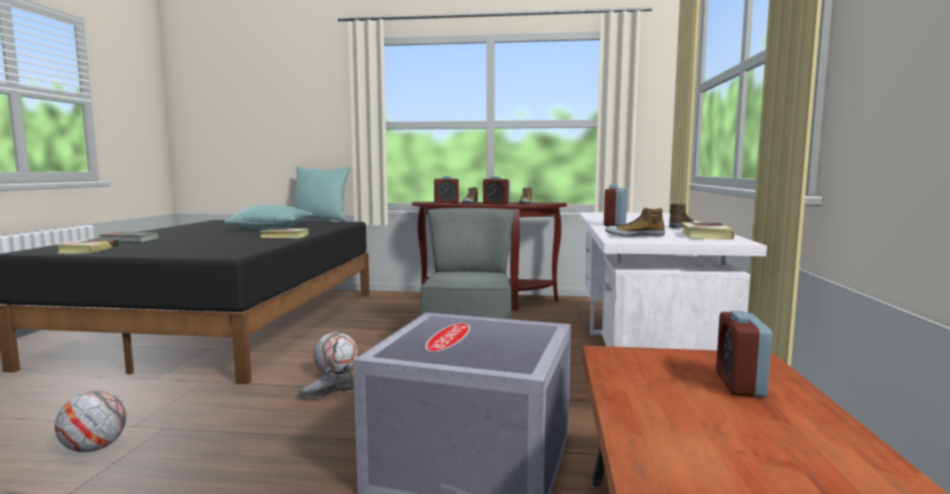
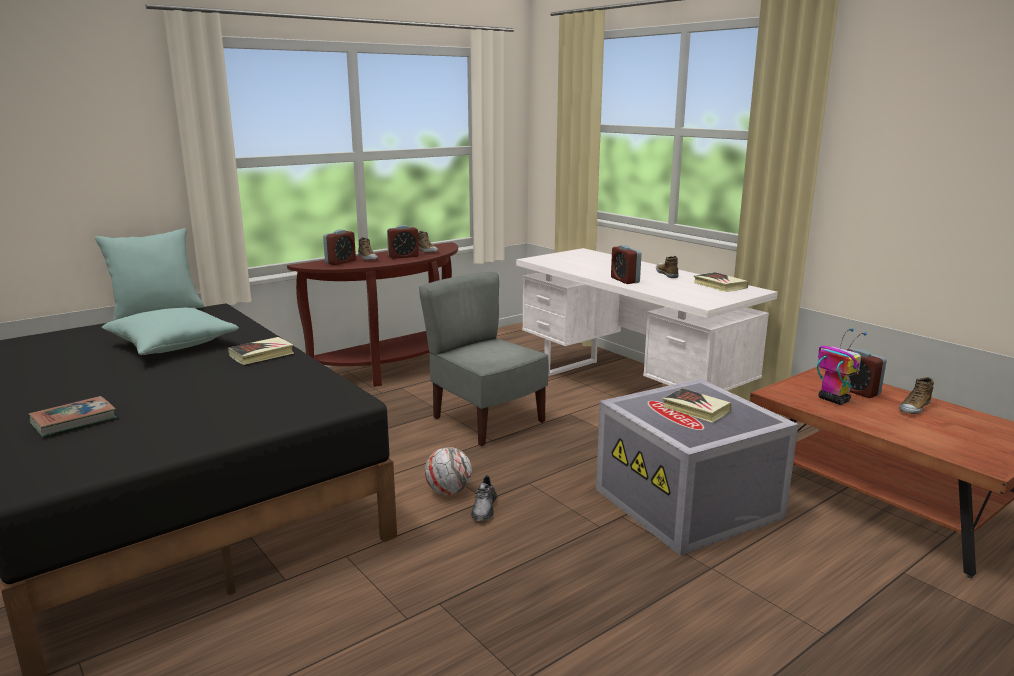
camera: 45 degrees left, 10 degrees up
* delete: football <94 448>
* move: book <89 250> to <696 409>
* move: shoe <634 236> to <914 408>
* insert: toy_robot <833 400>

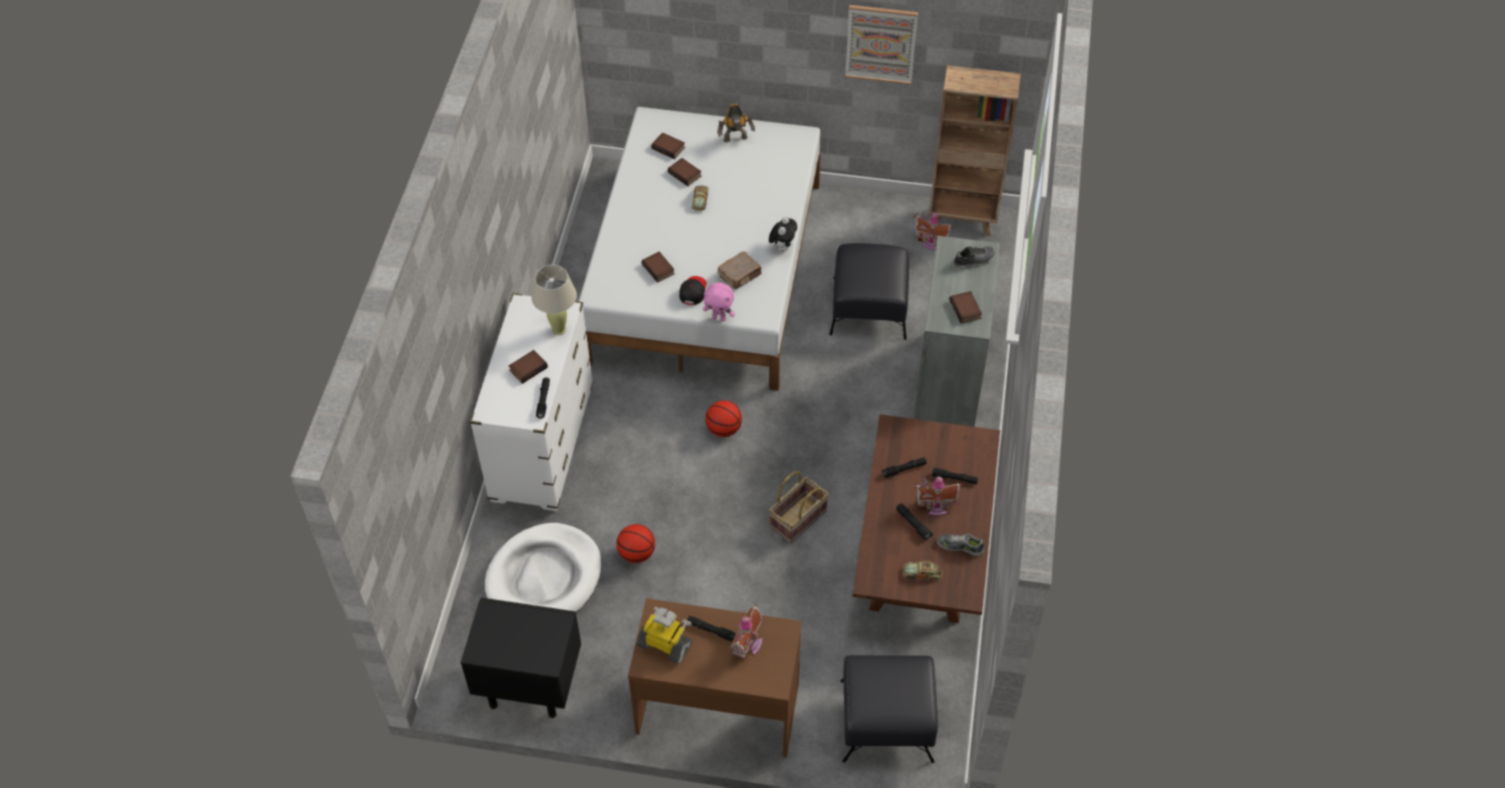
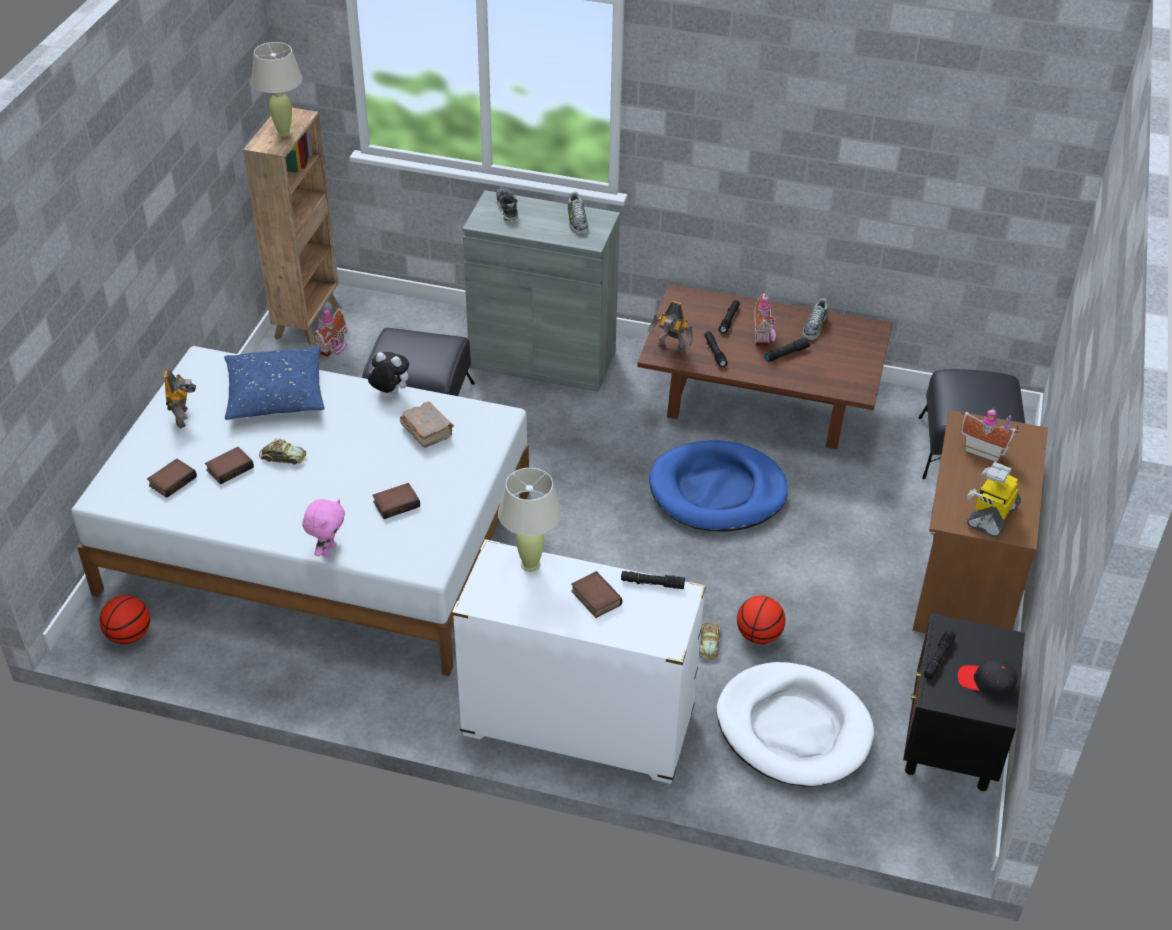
camera: 85 degrees left, 10 degrees down
* move: black_cap <693 292> to <986 682>
* move: black_flashlight <710 630> to <938 659>
* move: pink_plush_toy <719 318> to <328 550>
* move: basketball <723 429> to <129 635>
* replace: basket <798 519> to blue_dog_bed <717 491>
* delete: picture <881 44>
* move: toy_car <922 573> to <709 643>
* replace: book <966 310> to shoe <576 221>
* insert: blue_pillow <275 394>
* insert: beige_table_lamp <283 132>
* insert: toy_robot <671 349>

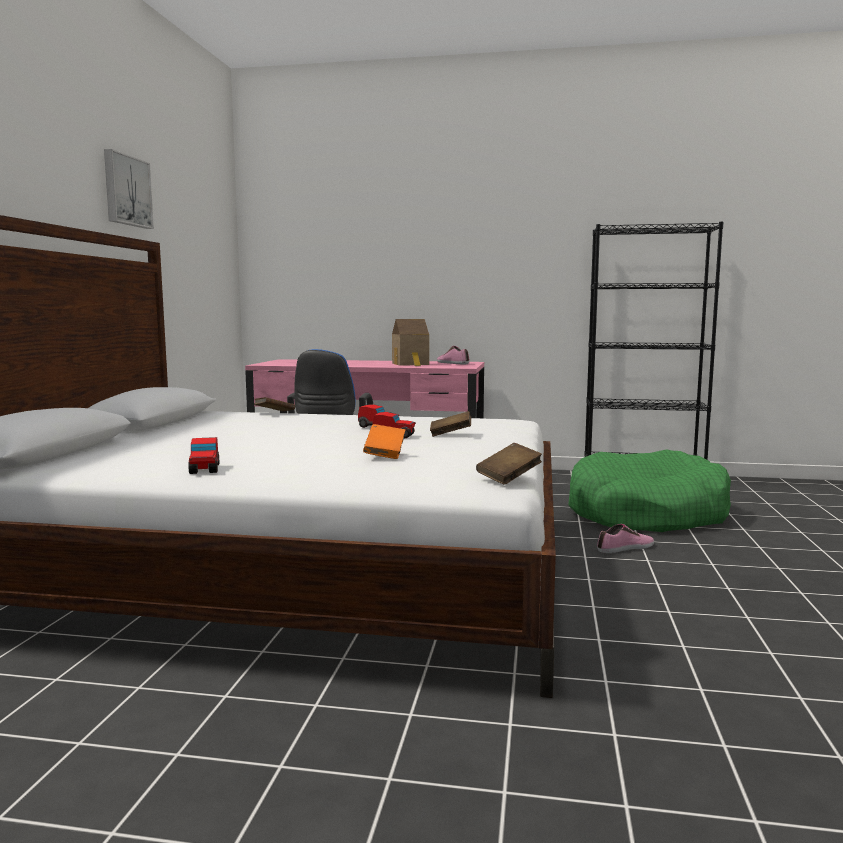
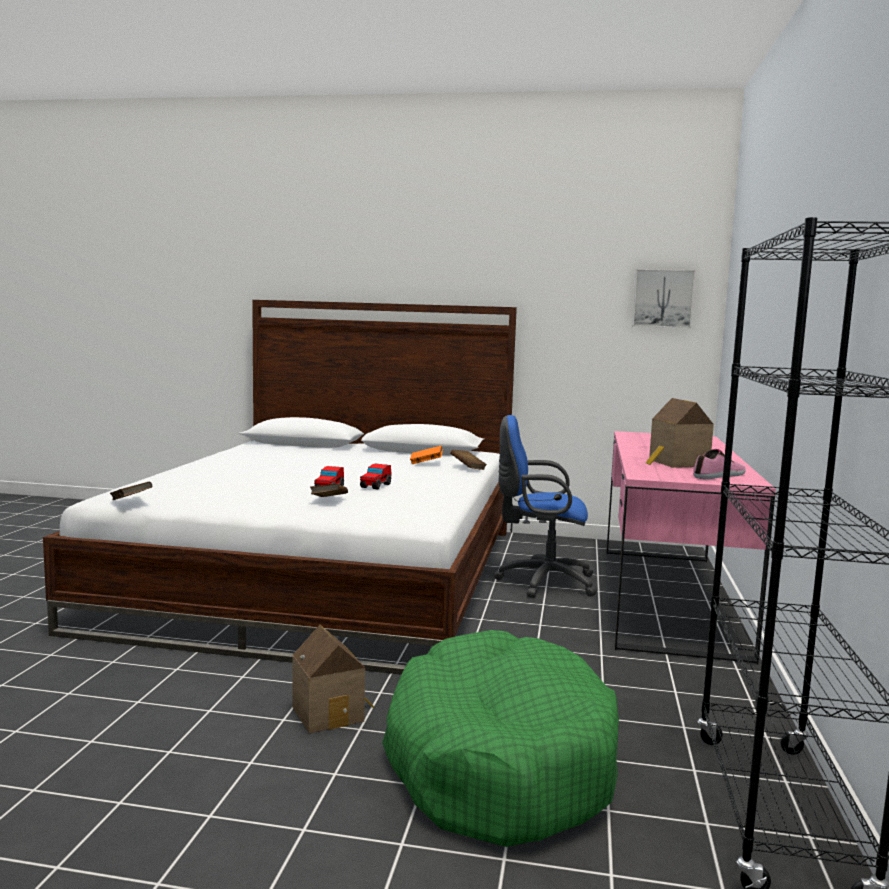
camera: 90 degrees right, 0 degrees up
* move: picture <126 191> to <663 298>
* delete: toy_car <204 469>
* move: orange_book <385 454> to <426 463>
* replace: shoe <626 548> to toy_house <331 713>

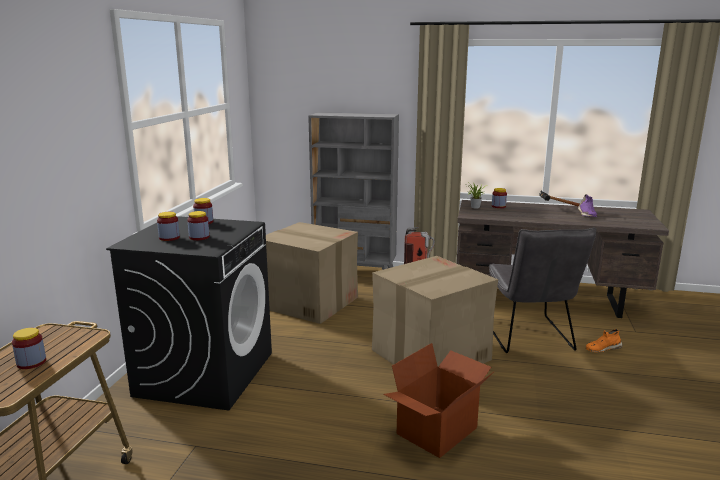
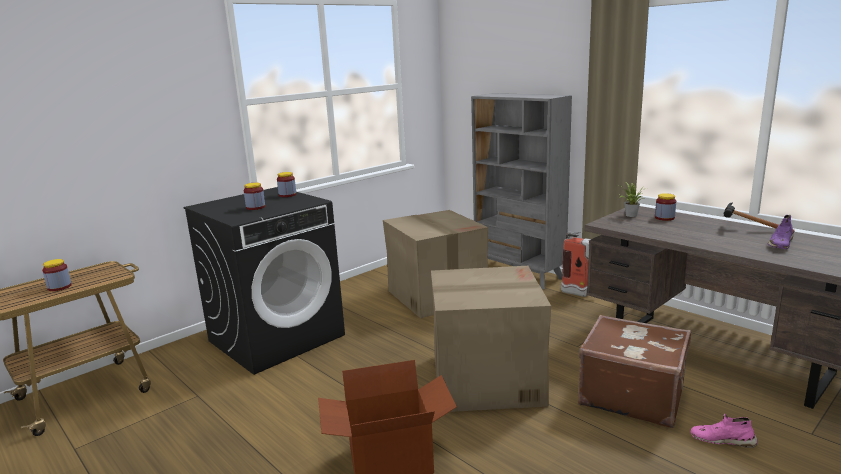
camera: 35 degrees right, 0 degrees up
* delete: jar <169 238>
* replace: grey_chair <529 337> to brown_suitcase <631 395>
* recolor: orange_shoe <602 348> to pink_shoe <722 440>

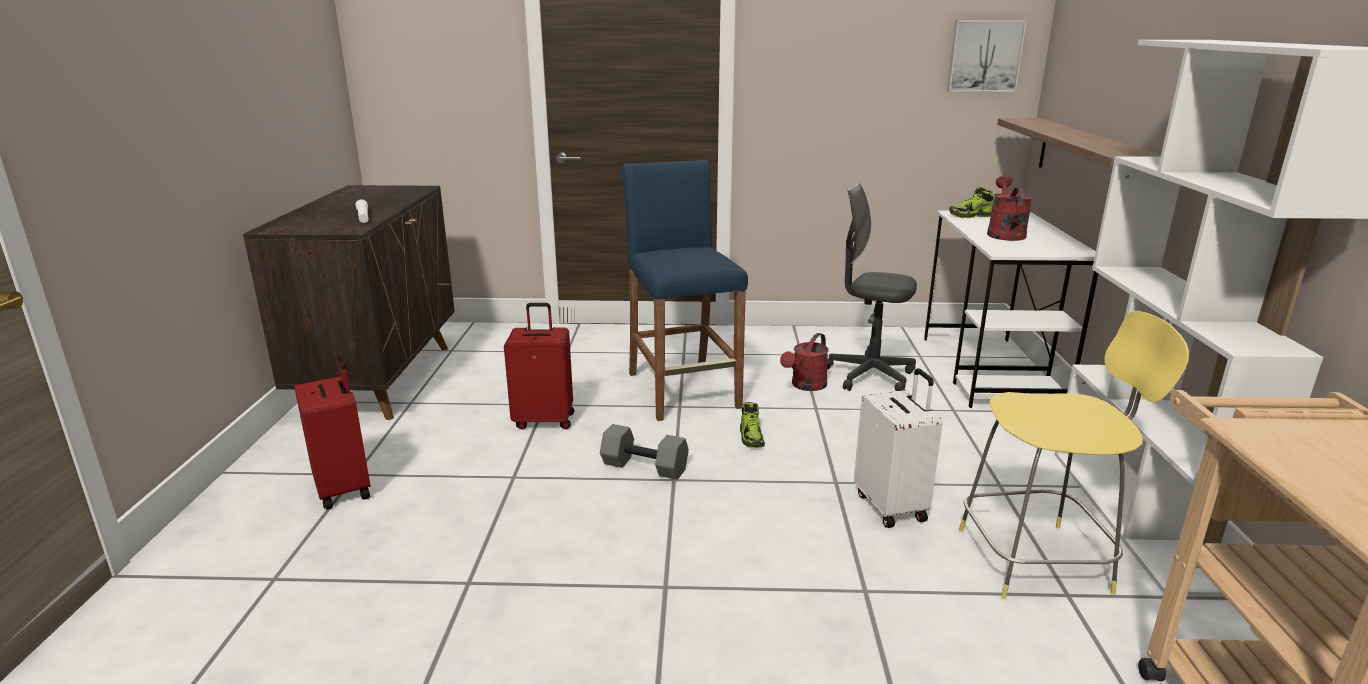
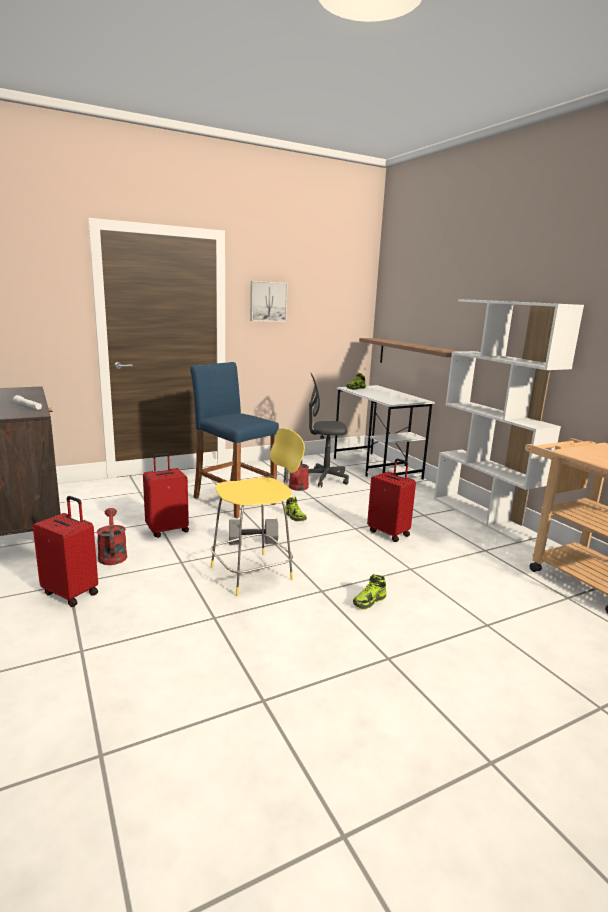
camera: 30 degrees left, 5 degrees down
* recolor: white_suitcase <892 506> to red_suitcase <389 533>
* move: picture <984 56> to <267 301>
* move: yellow_stool <1038 560> to <254 572>
* move: red_watering_can <1004 233> to <112 555>
* insert: shoe <369 601>

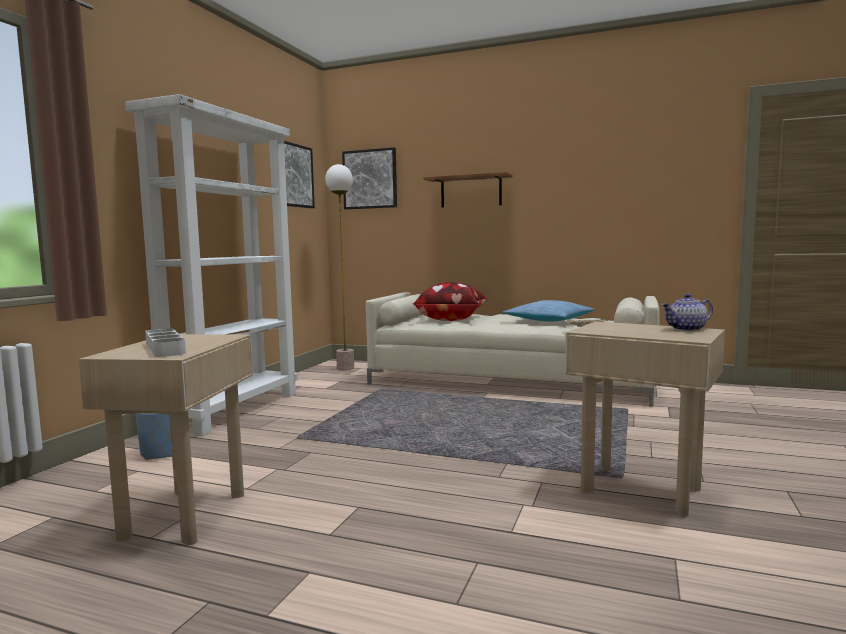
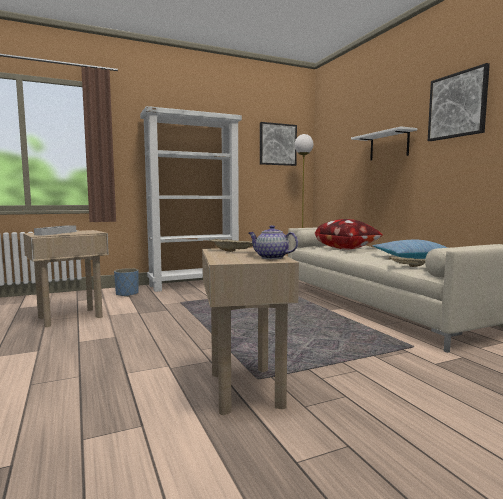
camera: 45 degrees right, 0 degrees up
* move: picture <370 179> to <457 105>
* recolor: brown_shelf <471 191> to white_shelf <389 146>
* insert: beige_tray <236 251>

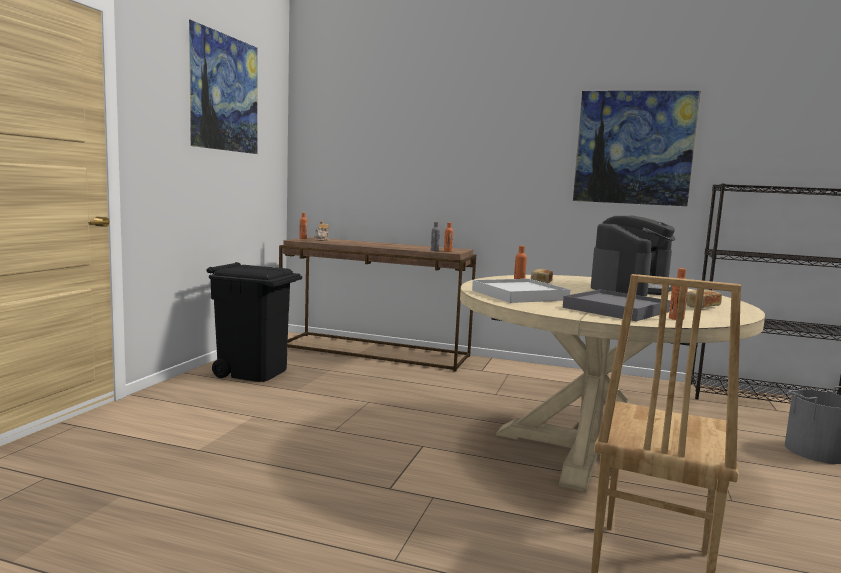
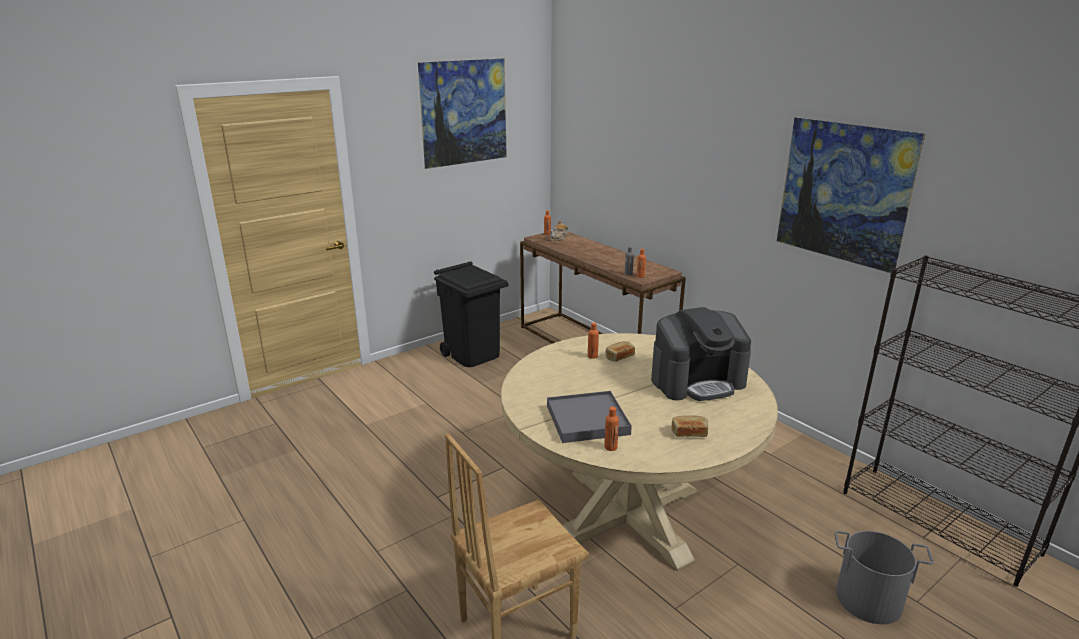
camera: 35 degrees right, 15 degrees up
* delete: white_tray <519 295>

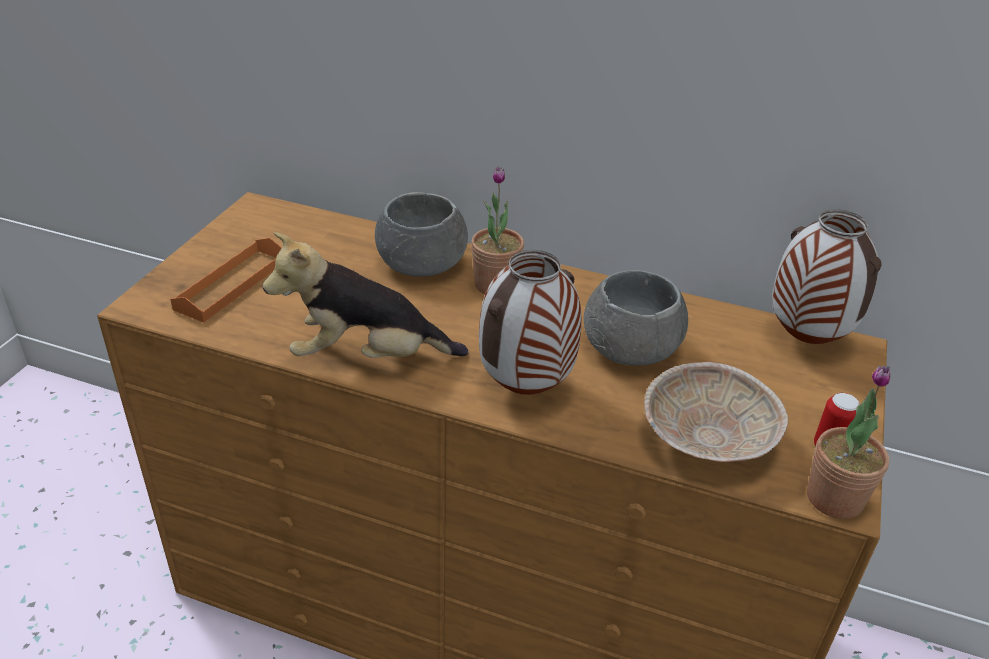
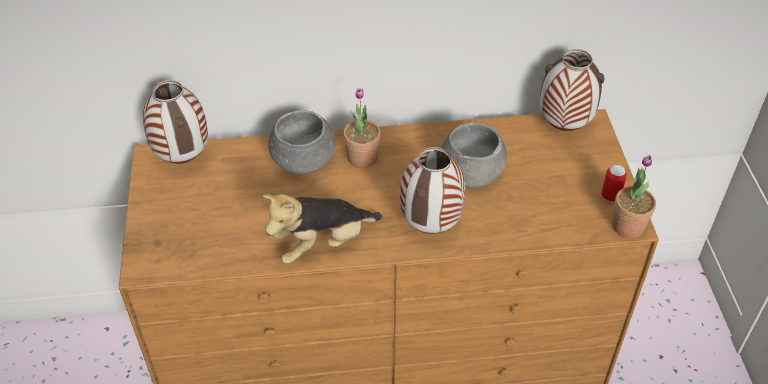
camera: 25 degrees left, 10 degrees up
* delete: orange_tray <232 284>
* delete: beige_bowl <706 439>
* insert: vase <184 159>

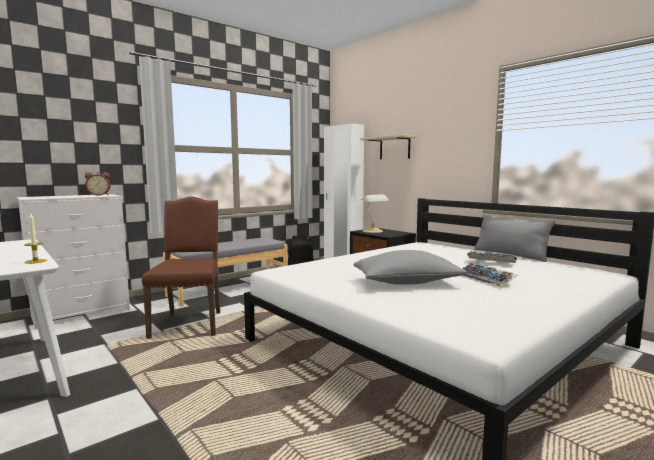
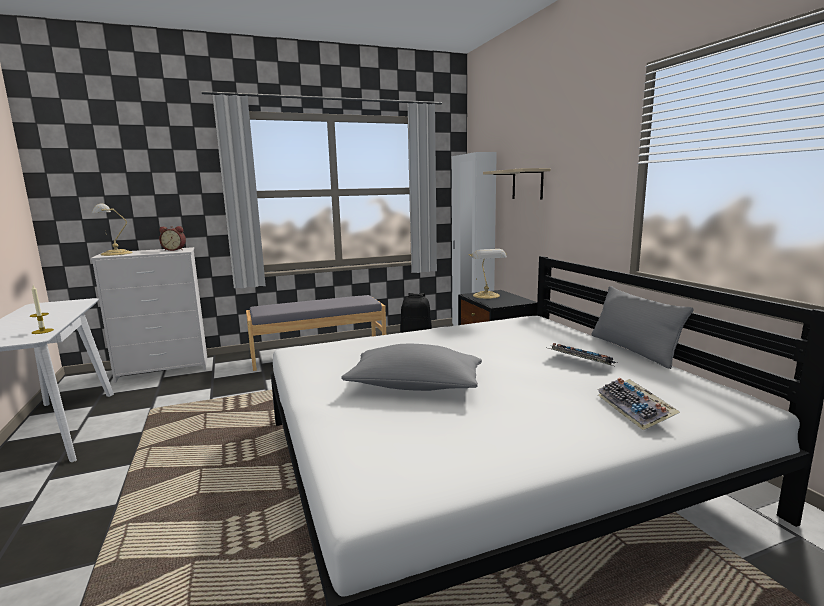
camera: 20 degrees right, 5 degrees up
* delete: brown_chair <189 323>
* move: keyboard <487 280> to <636 410>
* insert: table_lamp <114 254>

